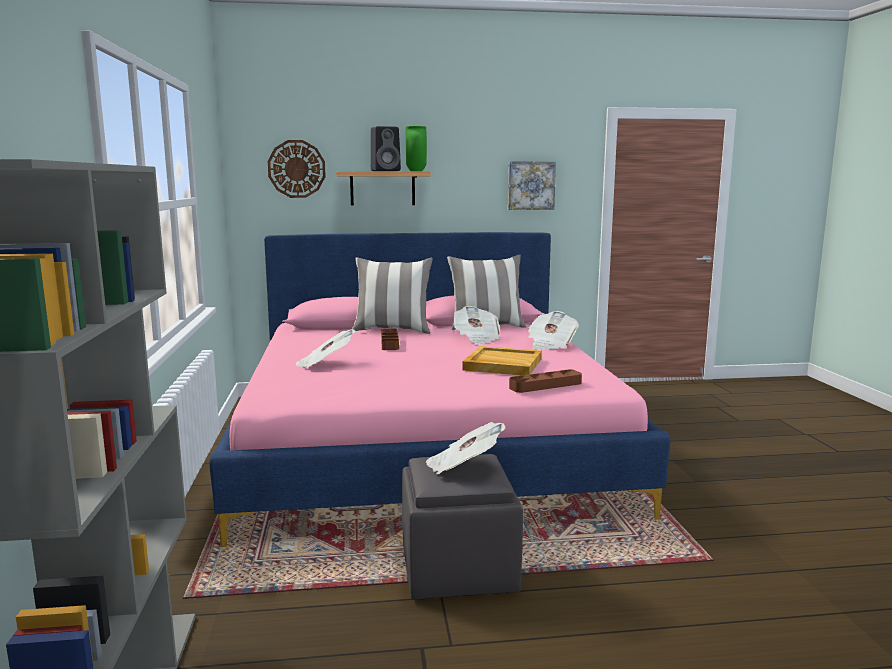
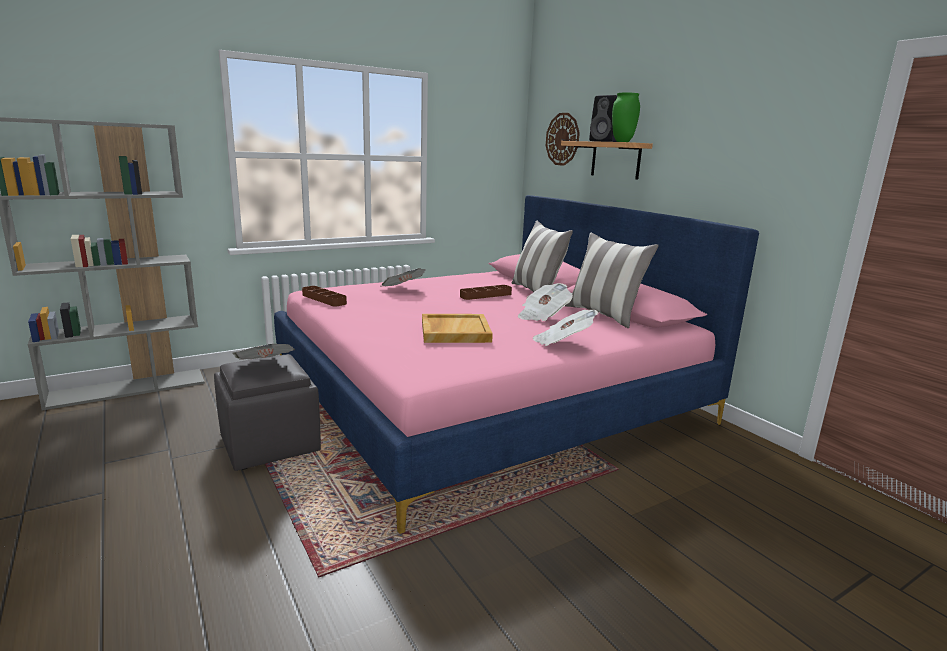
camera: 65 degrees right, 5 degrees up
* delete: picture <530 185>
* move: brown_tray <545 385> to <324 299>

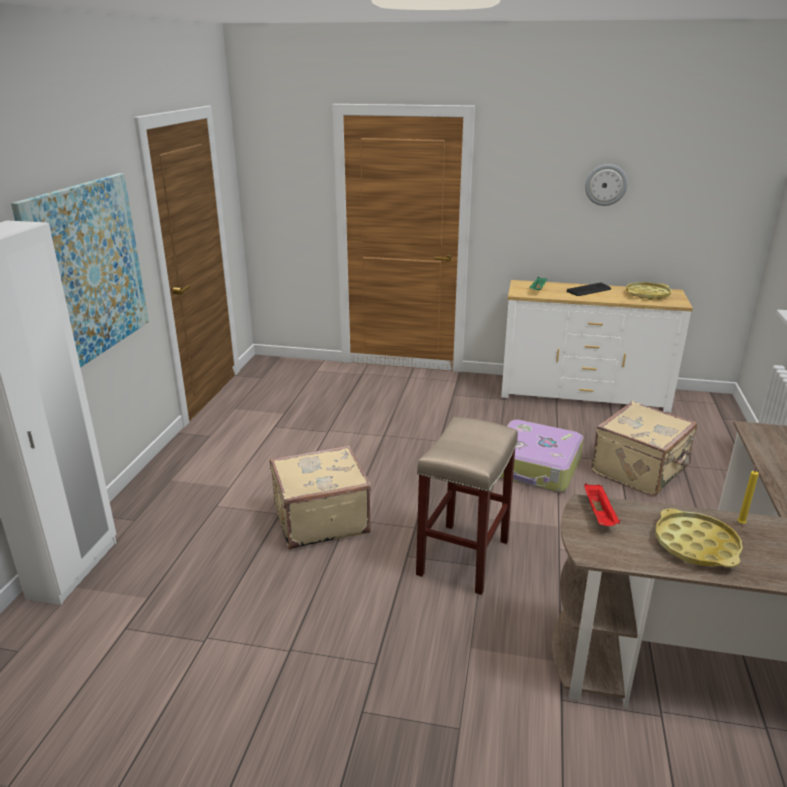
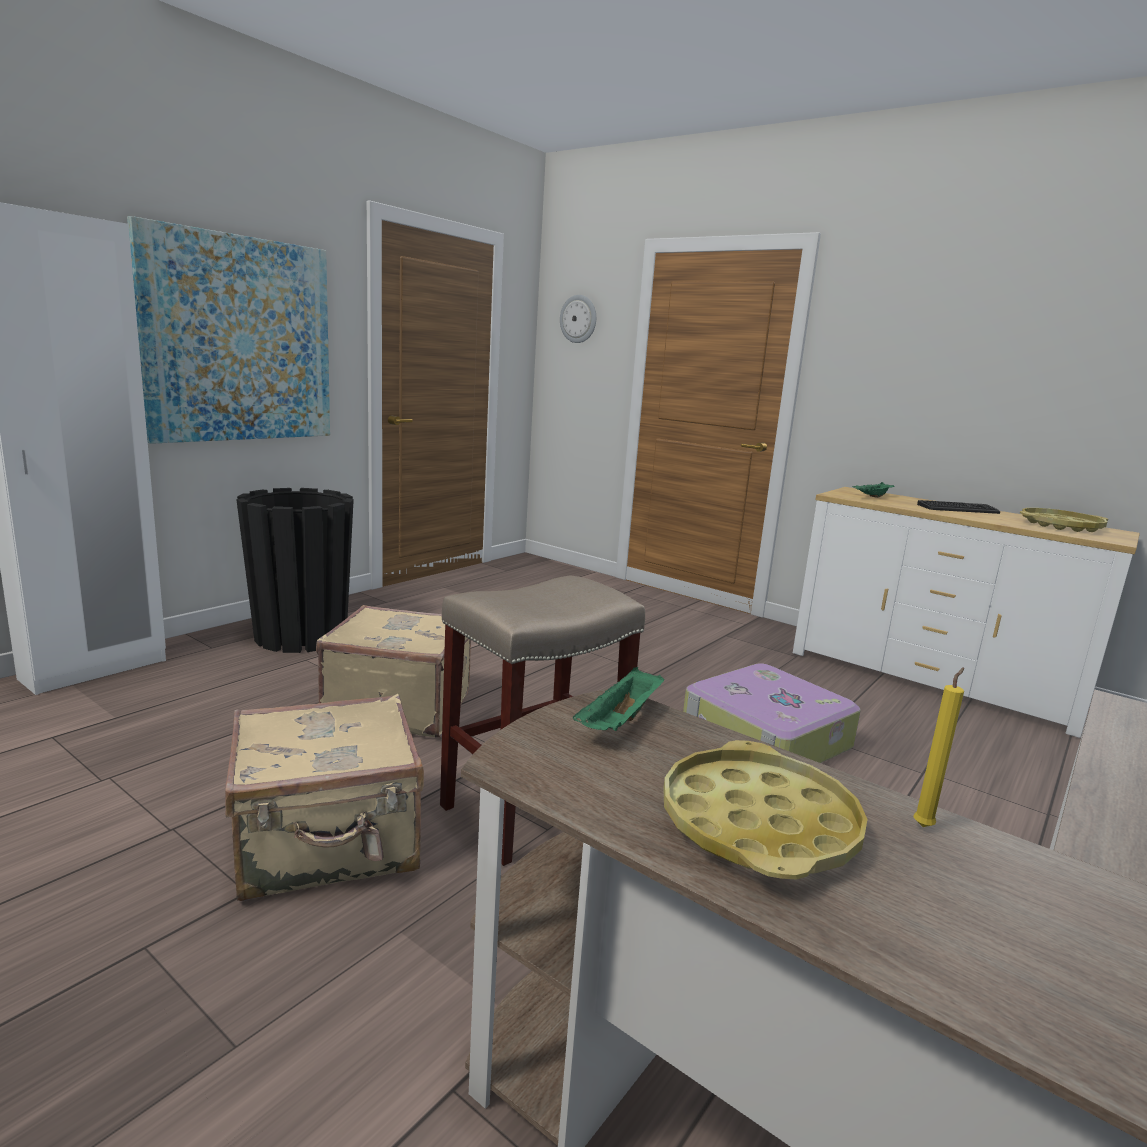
camera: 25 degrees right, 10 degrees down
* recolor: red_tray <599 515> to green_tray <620 722>
* move: wall_clock <606 185> to <578 319>
* move: beige_suitcase <640 471> to <328 844>
* insert: black_planter <301 636>

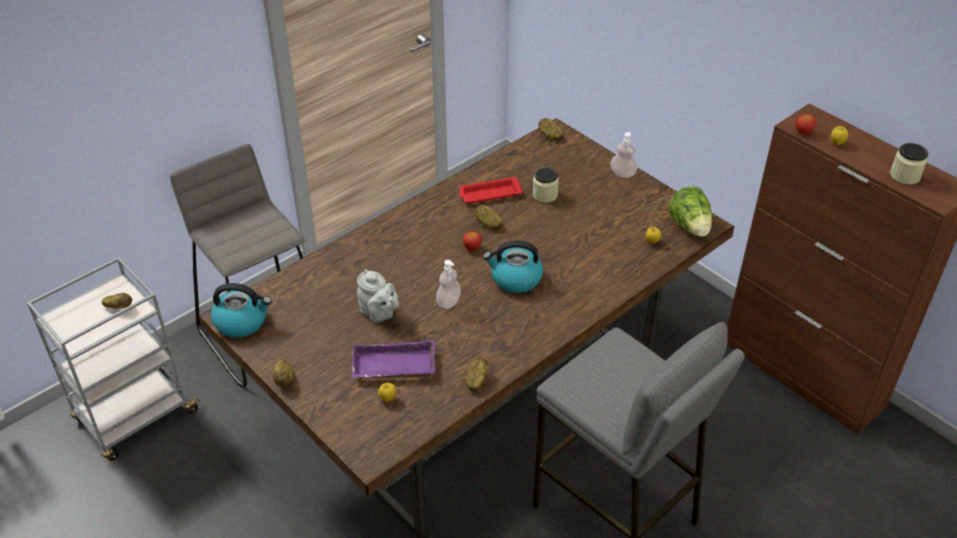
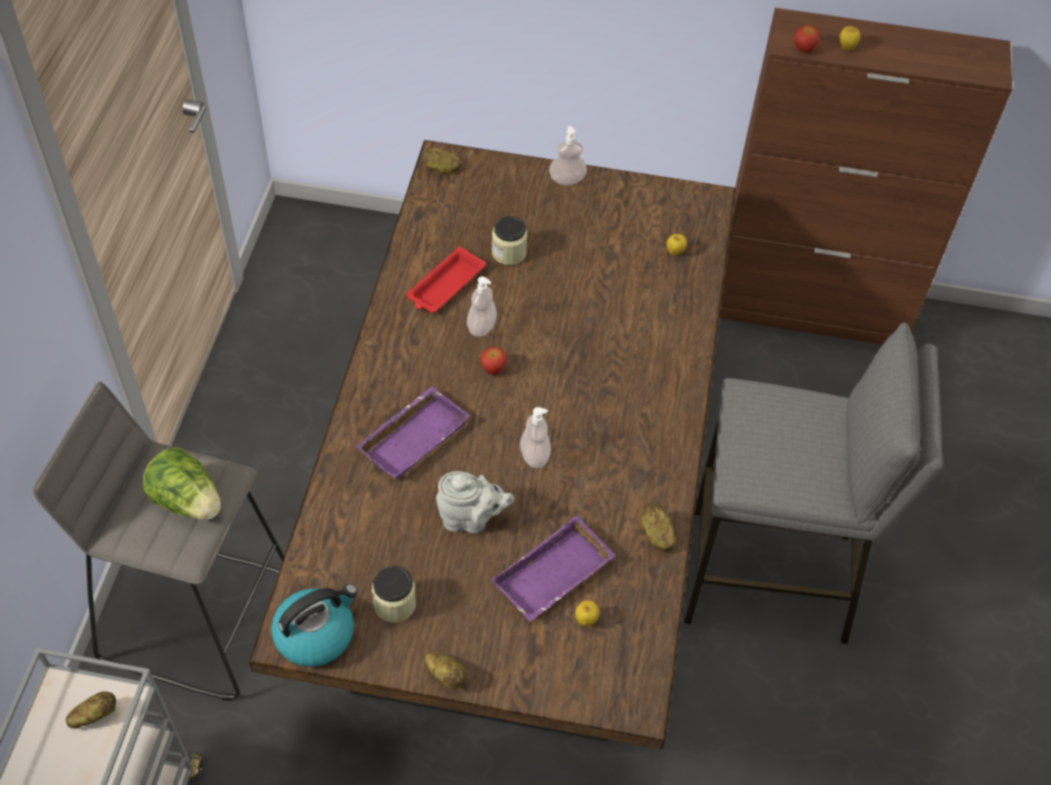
camera: 40 degrees left, 10 degrees up
* replace: potato <488 224> to soap_dispenser <481 327>
* delete: kettle <515 279>
* move: lettuce <690 226> to <188 501>
* move: jar <905 176> to <395 604>
* insert: purple_tray <412 436>

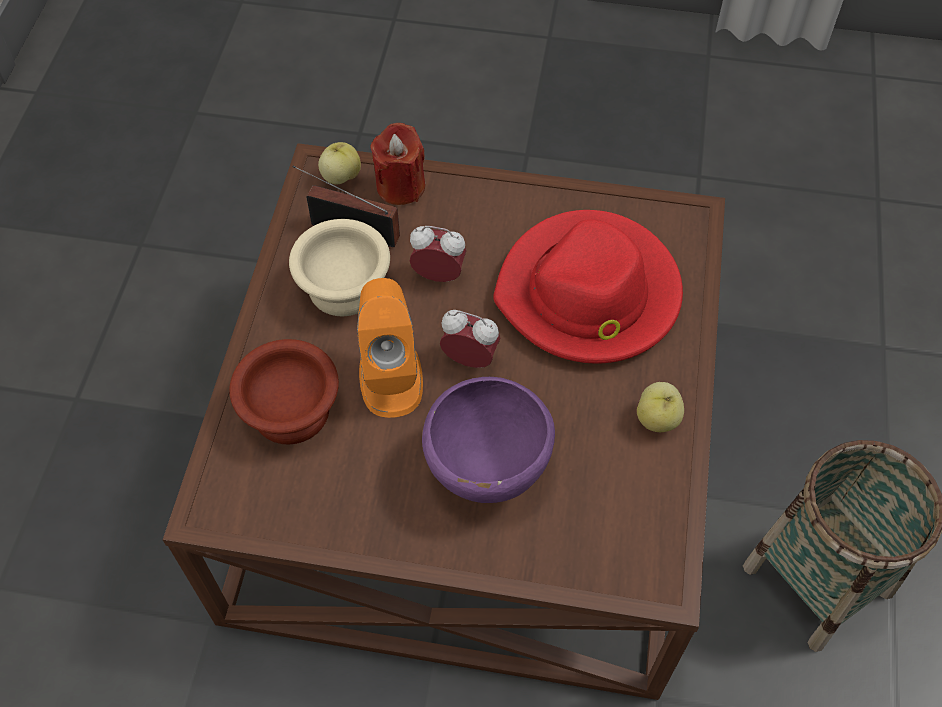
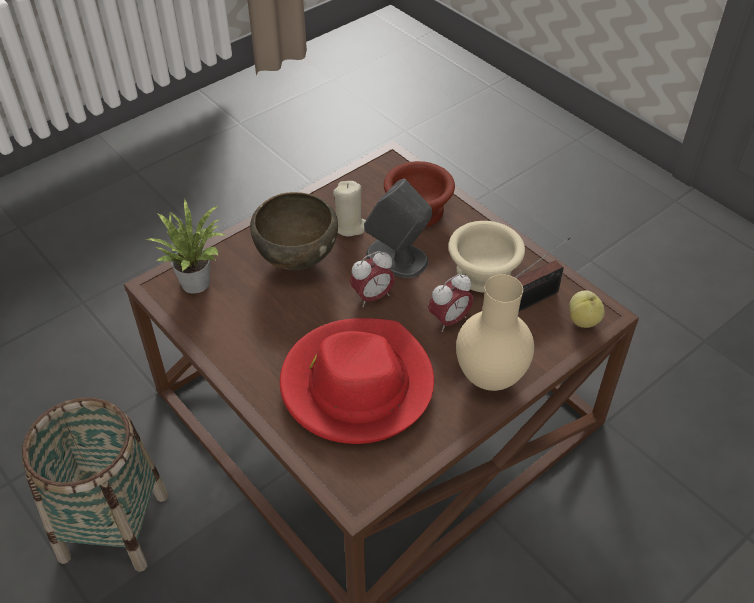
camera: 130 degrees right, 10 degrees down
* recolor: orange_speaker <390 376> to grey_speaker <398 258>
* delete: red_candle <400 186>
* recolor: purple_bowl <486 471> to brown_bowl <296 260>
* delete: apple <658 419>
* insert: potted_plant <196 280>
* insert: beige_candle <349 226>
* insert: beige_vase <490 379>

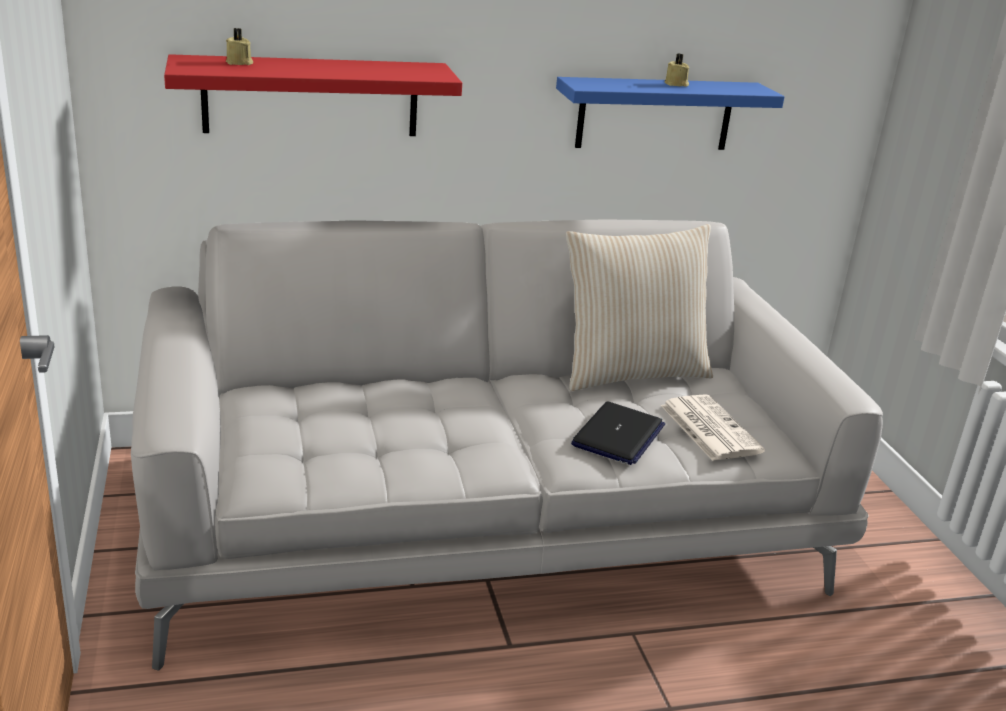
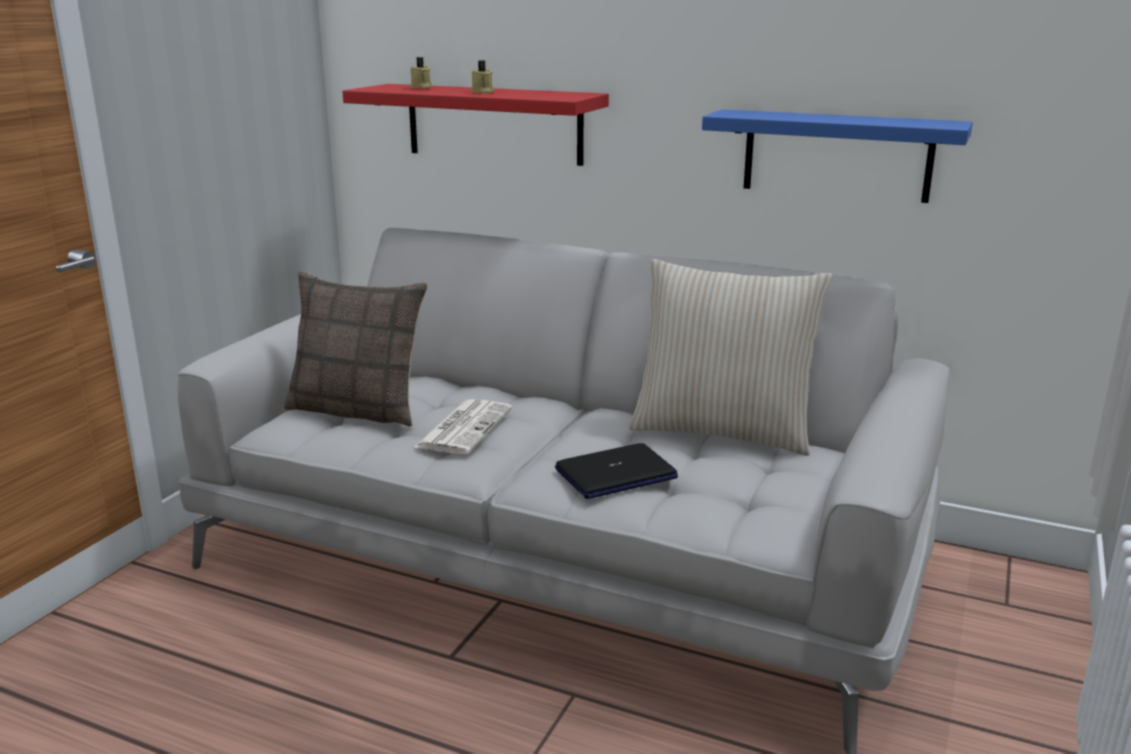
camera: 40 degrees right, 5 degrees down
* move: newspaper <708 428> to <464 427>
* move: beige_candle <676 84> to <482 92>
* insert: pillow <358 409>

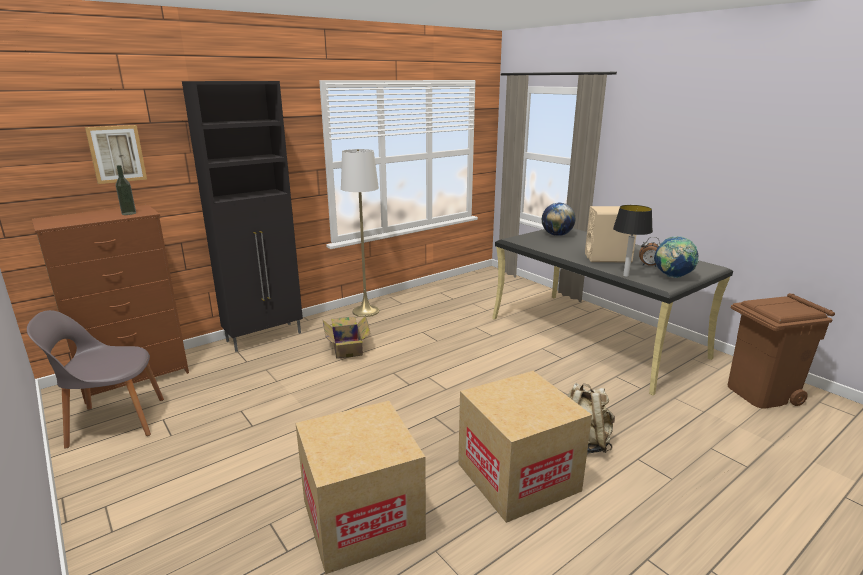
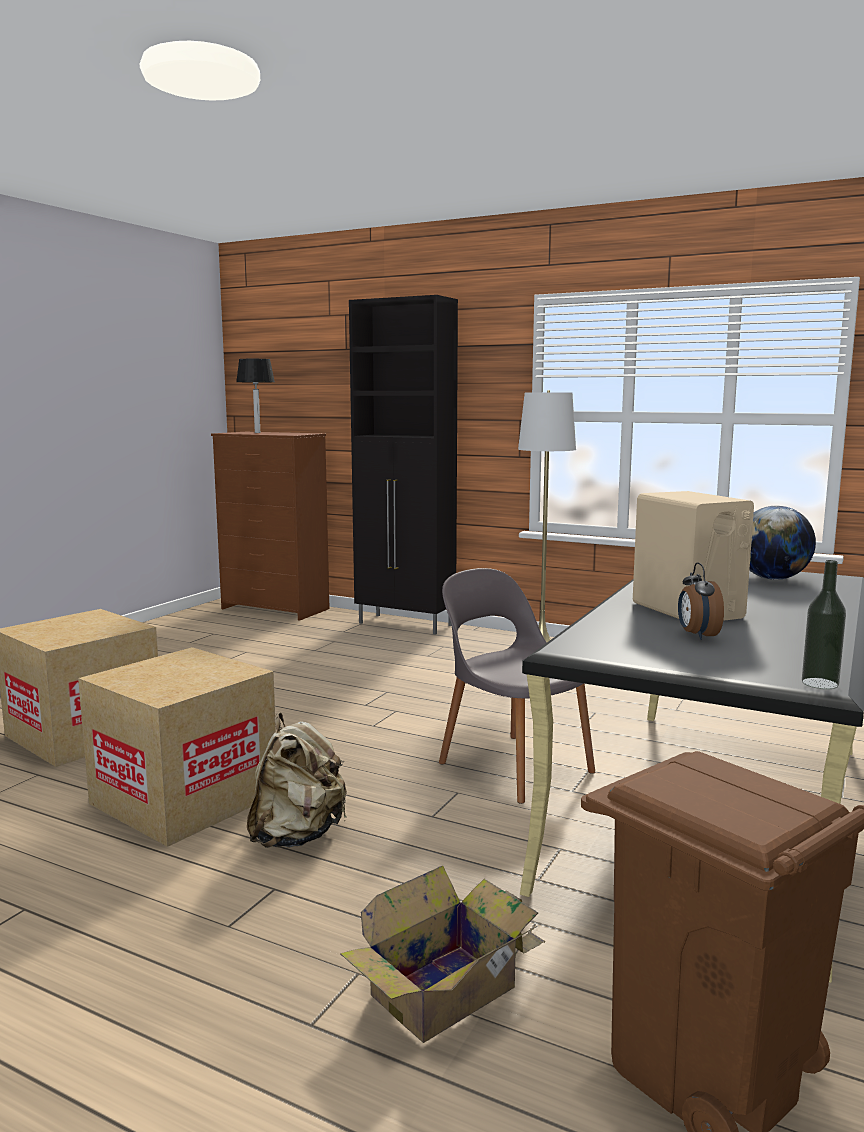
camera: 65 degrees right, 10 degrees down
* move: grey_chair <114 422> to <513 766>
* delete: picture <116 154>
* move: bottle <129 213> to <820 683>
* move: cardboard_box <347 347> to <449 990>
* move: table_lamp <625 275> to <257 432>
* delete: globe <672 277>

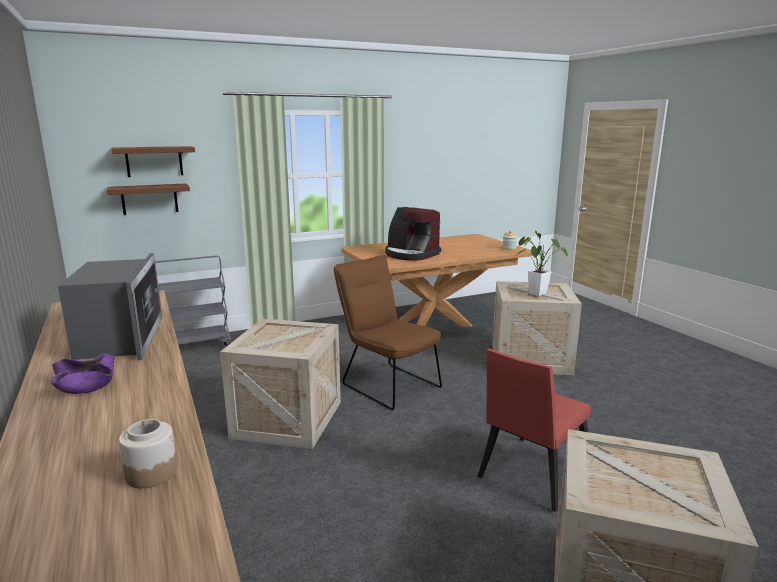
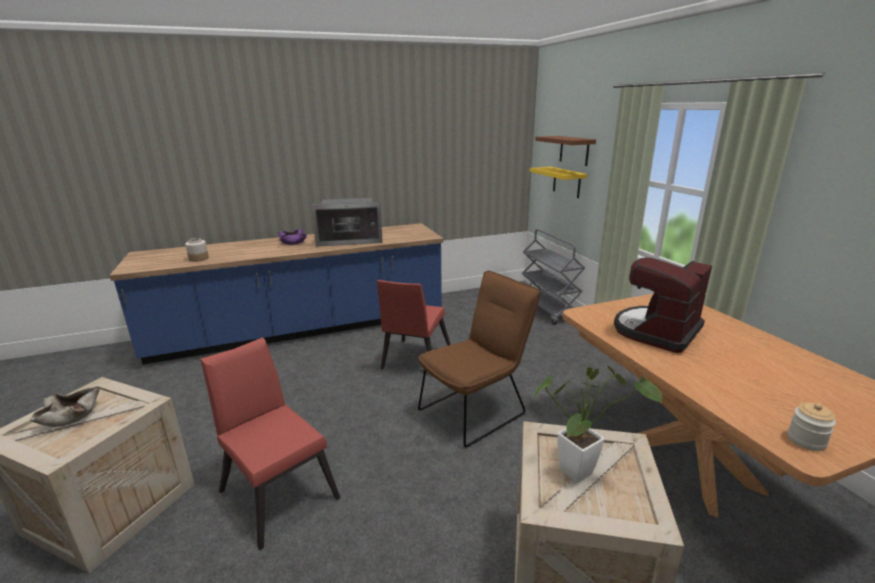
camera: 95 degrees right, 5 degrees up
* recolor: brown_shelf <149 199> to yellow_shelf <566 182>
* replace: crate <288 420> to red_chair <414 360>
* insert: beige_bowl <69 416>

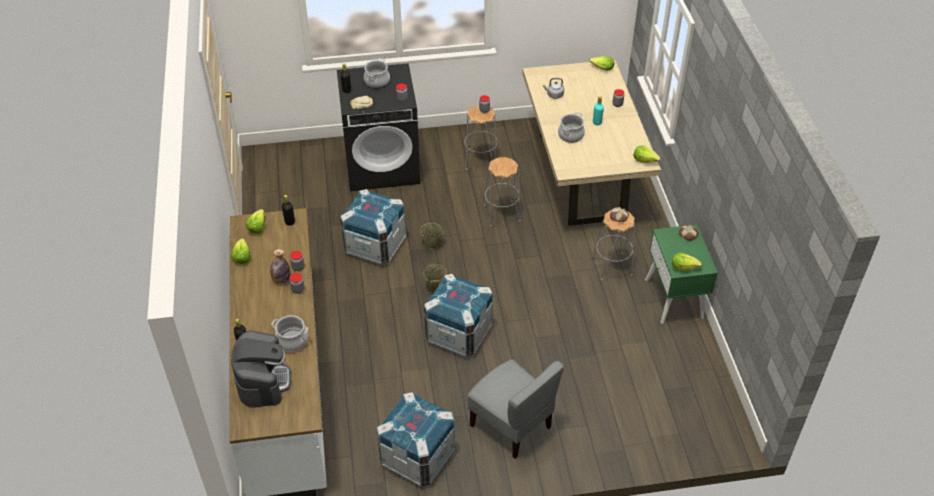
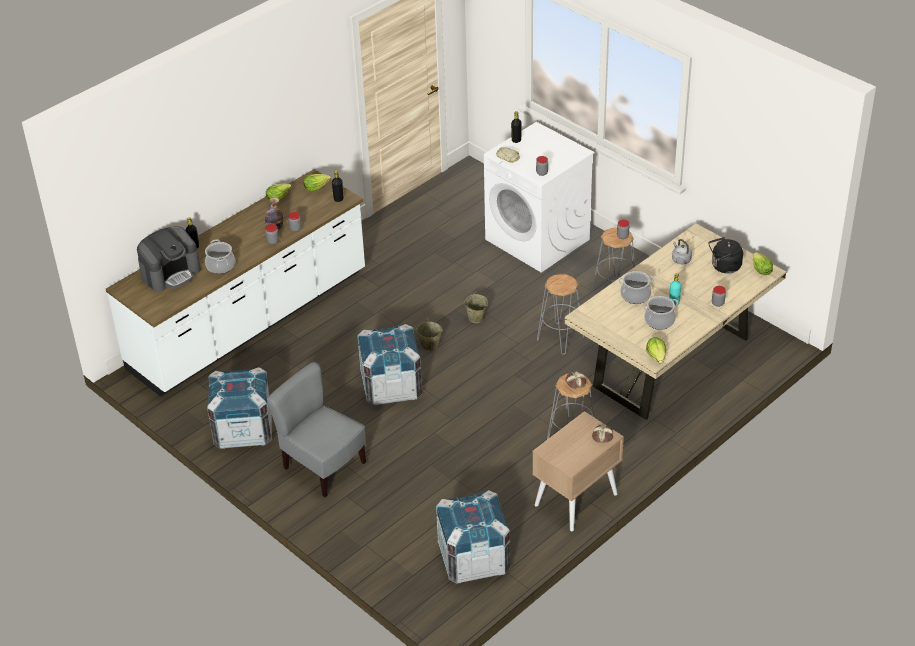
camera: 55 degrees right, 5 degrees down
* recolor: black_washing_machine <382 165> to white_washing_machine <538 239>
* move: crate <375 245> to <473 558>
* move: cooking_pot <377 81> to <659 321>
* rotate: grey_chair <511 426> = <323 466> 120 degrees clockwise
* recolor: green_nightstand <674 298> to beige_nightstand <576 500>
* delete: lettuce <684 267>
* insert: black_kettle <724 267>

